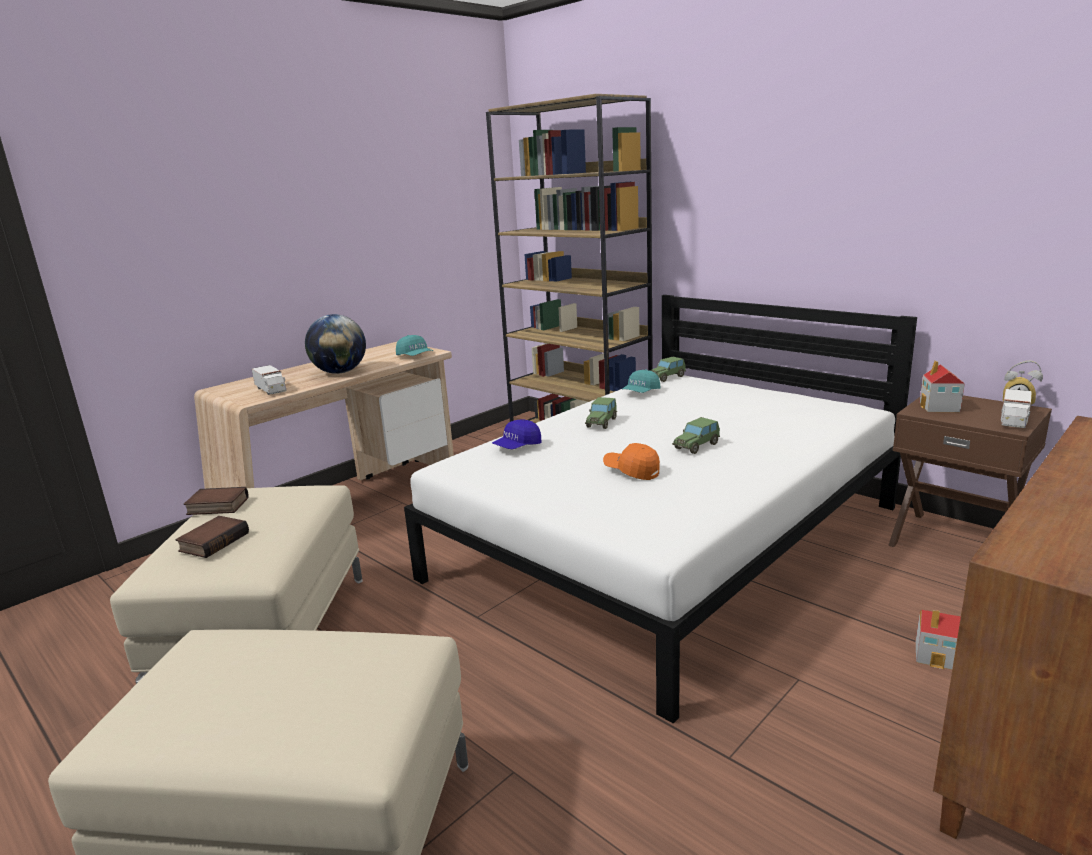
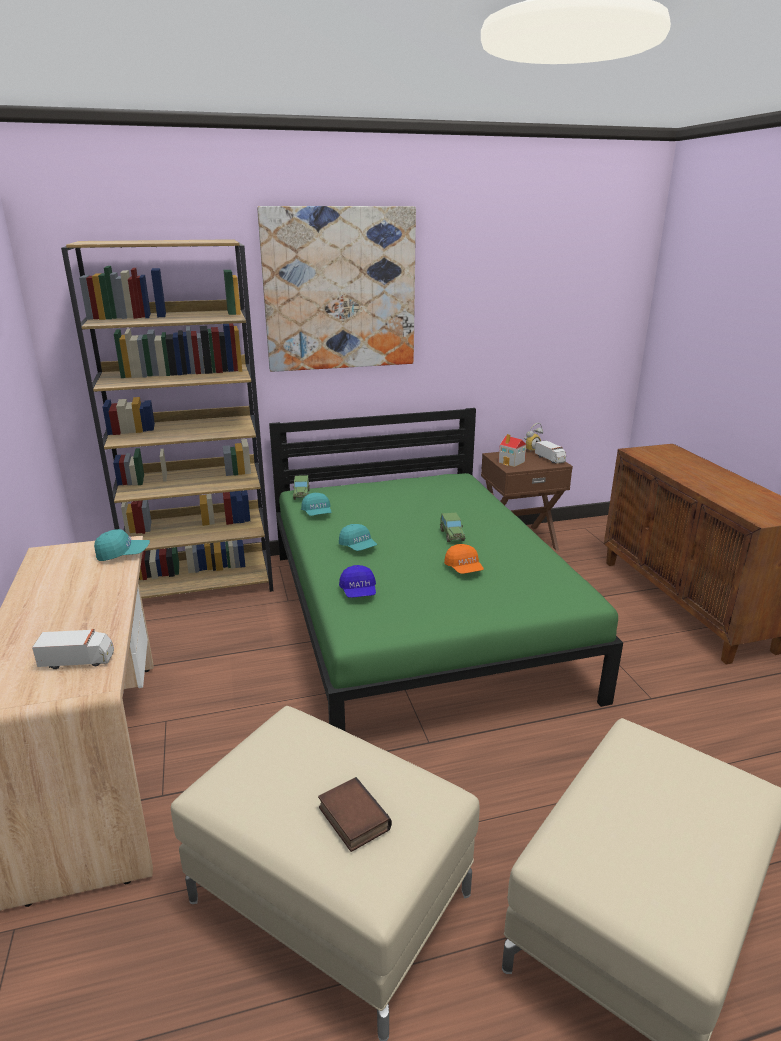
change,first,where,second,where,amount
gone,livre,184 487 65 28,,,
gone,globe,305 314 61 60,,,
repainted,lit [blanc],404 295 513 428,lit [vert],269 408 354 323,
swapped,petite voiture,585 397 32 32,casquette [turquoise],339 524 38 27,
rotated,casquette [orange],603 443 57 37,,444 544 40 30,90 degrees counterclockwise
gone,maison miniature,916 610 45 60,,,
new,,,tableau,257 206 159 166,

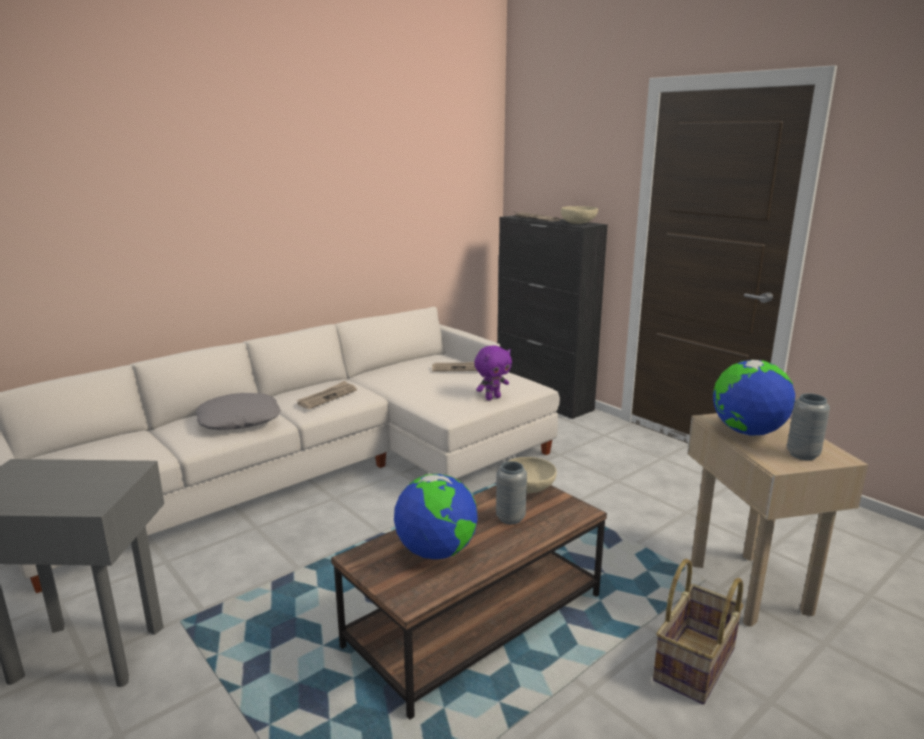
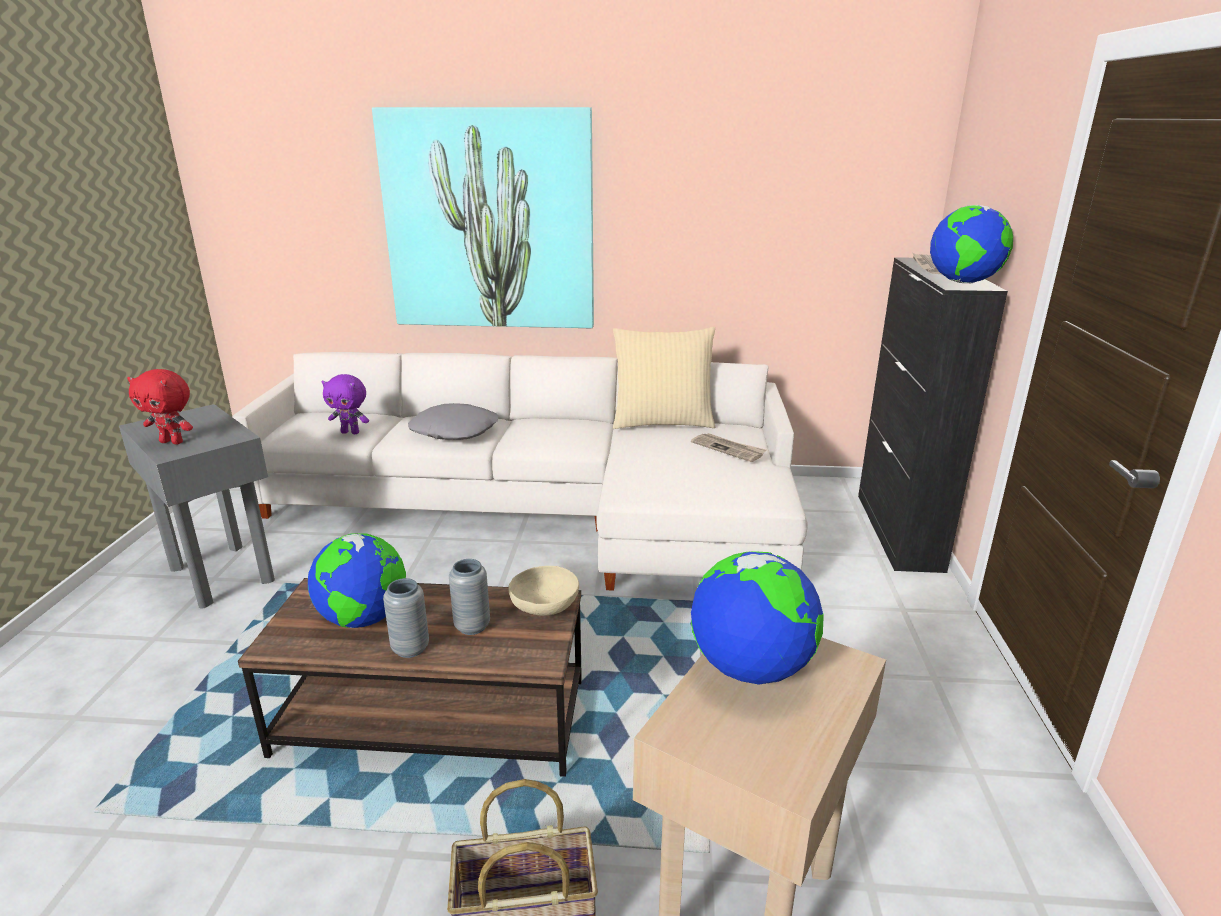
change,first,where,second,where,amount
gone,journal,297 381 60 28,,,
shifted,peluche [violet],474 345 38 55,,322 374 47 60,
swapped,bol [beige],561 206 37 18,globe,930 205 83 78,
shifted,vase [gris],787 393 43 67,,383 578 46 80,
new,,,peluche [rouge],127 369 66 75,
new,,,tableau,372 107 222 221,
new,,,coussin [beige],613 327 102 102,

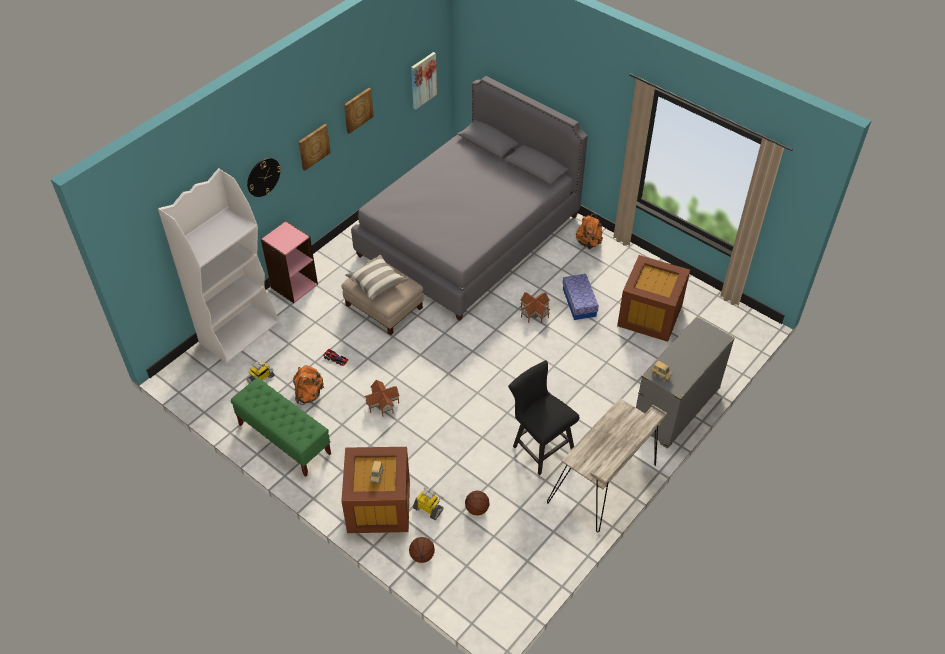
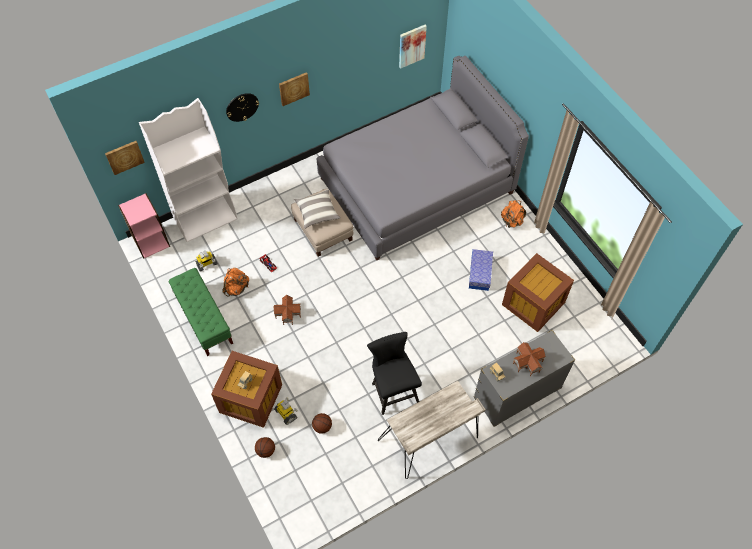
change,first,where,second,where,amount
shifted,bibliothèque [rose],261 221 57 82,,118 193 52 66,
shifted,tableau,344 88 30 46,,105 141 40 34,
shifted,maison miniature,520 292 30 31,,513 342 33 34,

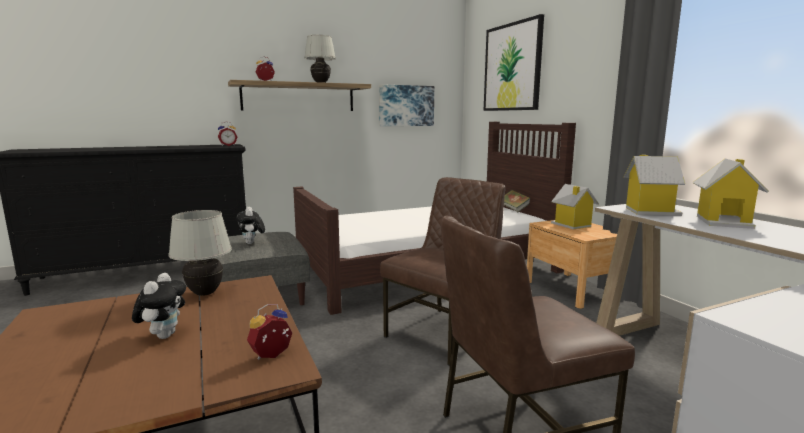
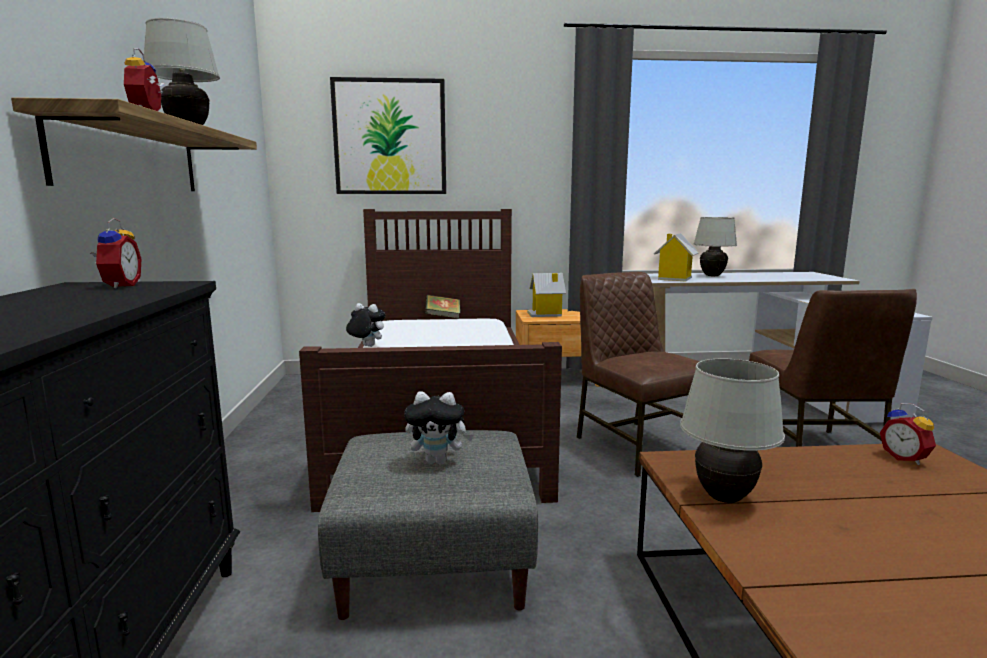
change,first,where,second,where,amount
shifted,peluche,132 273 54 66,,346 303 40 44,
gone,tableau,379 84 55 42,,,
swapped,maison miniature,692 159 77 70,lampe de table [blanc],693 217 44 59,

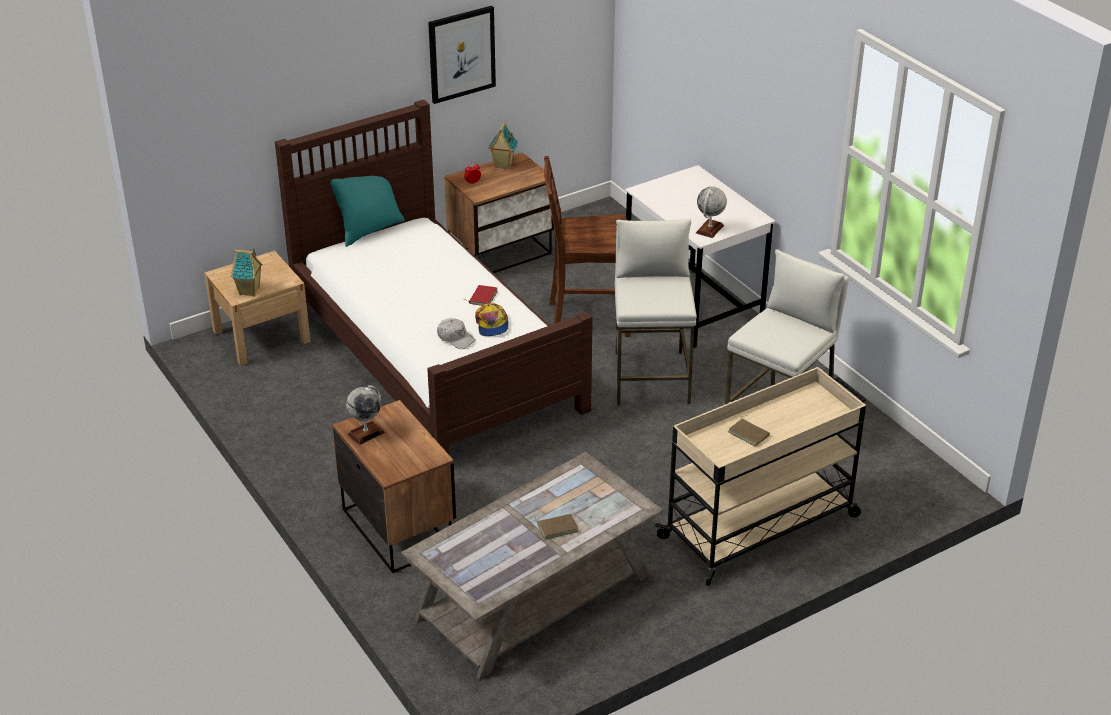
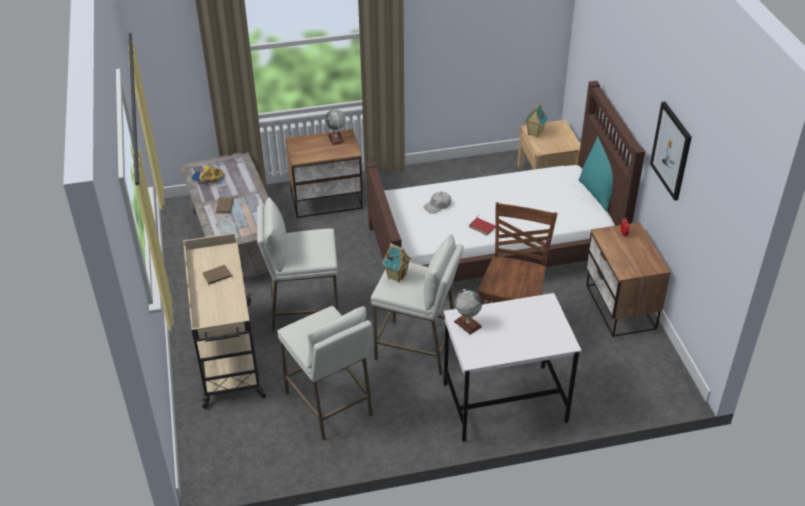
change,first,where,second,where,amount
shifted,casquette,475 303 33 33,,192 166 33 17,
shifted,maison miniature,488 121 30 49,,382 243 29 40,
new,,,tabouret [blanc],257 197 82 136,

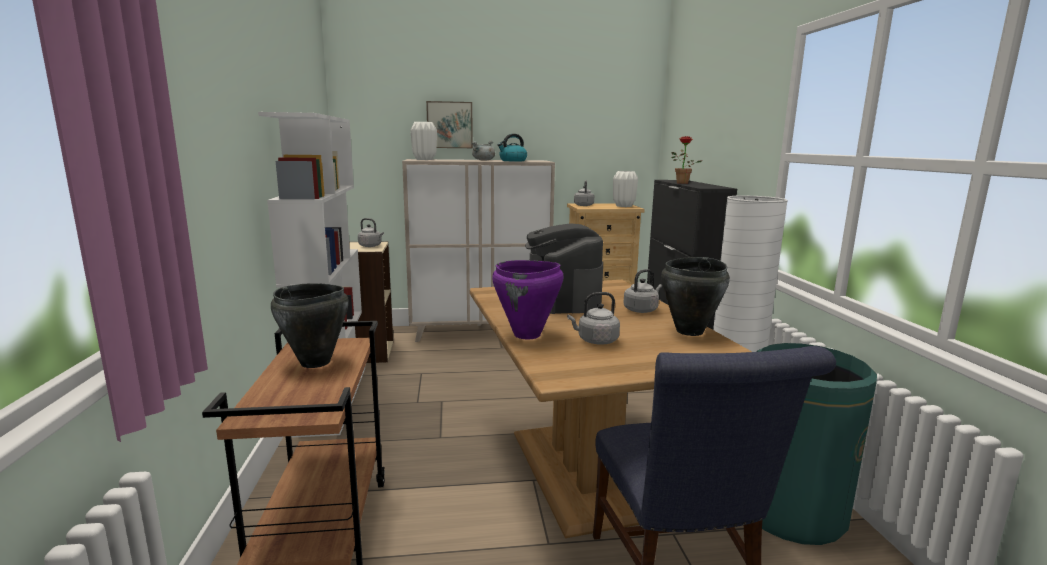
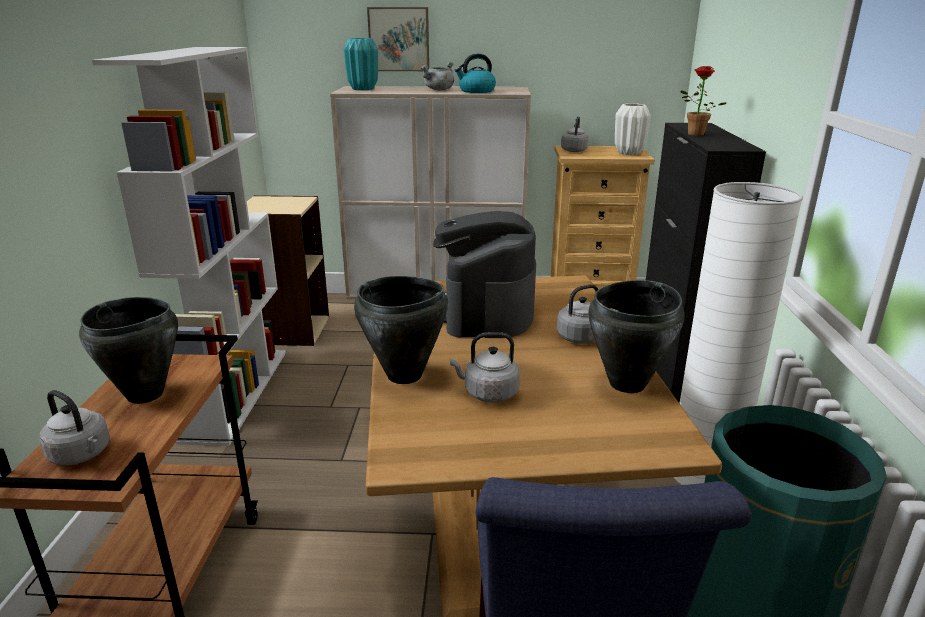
change,first,where,second,where,amount
shifted,bouilloire [gris],358 218 26 29,,39 390 71 75,
repainted,vase [blanc],410 122 27 38,vase [turquoise],344 38 34 52,
repainted,marmite [violet],492 260 72 79,marmite [noir],354 276 95 108,

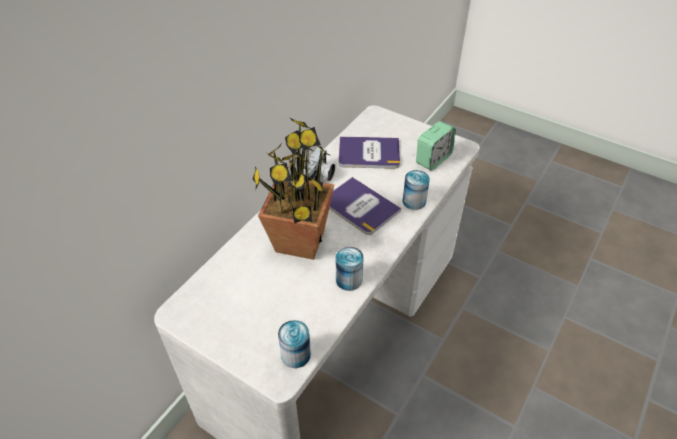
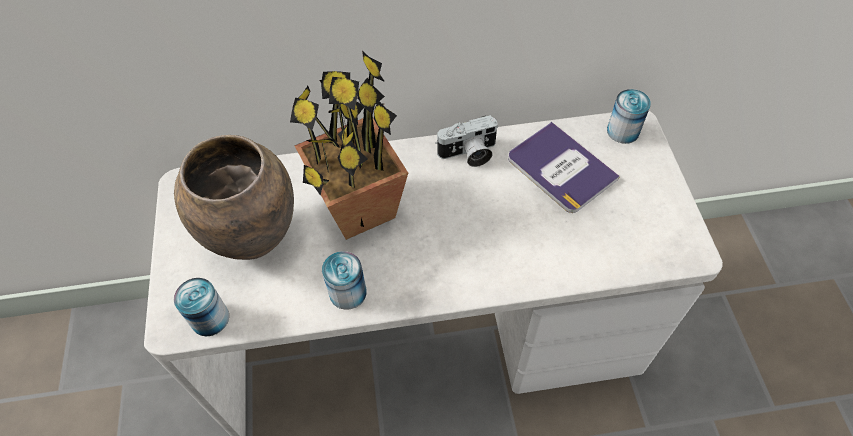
change,first,where,second,where,amount
gone,livre,329 177 72 58,,,
shifted,boîte métallique,403 170 27 40,,607 89 44 55,
gone,réveil,416 121 40 50,,,
new,,,vase [marron],174 135 120 125,

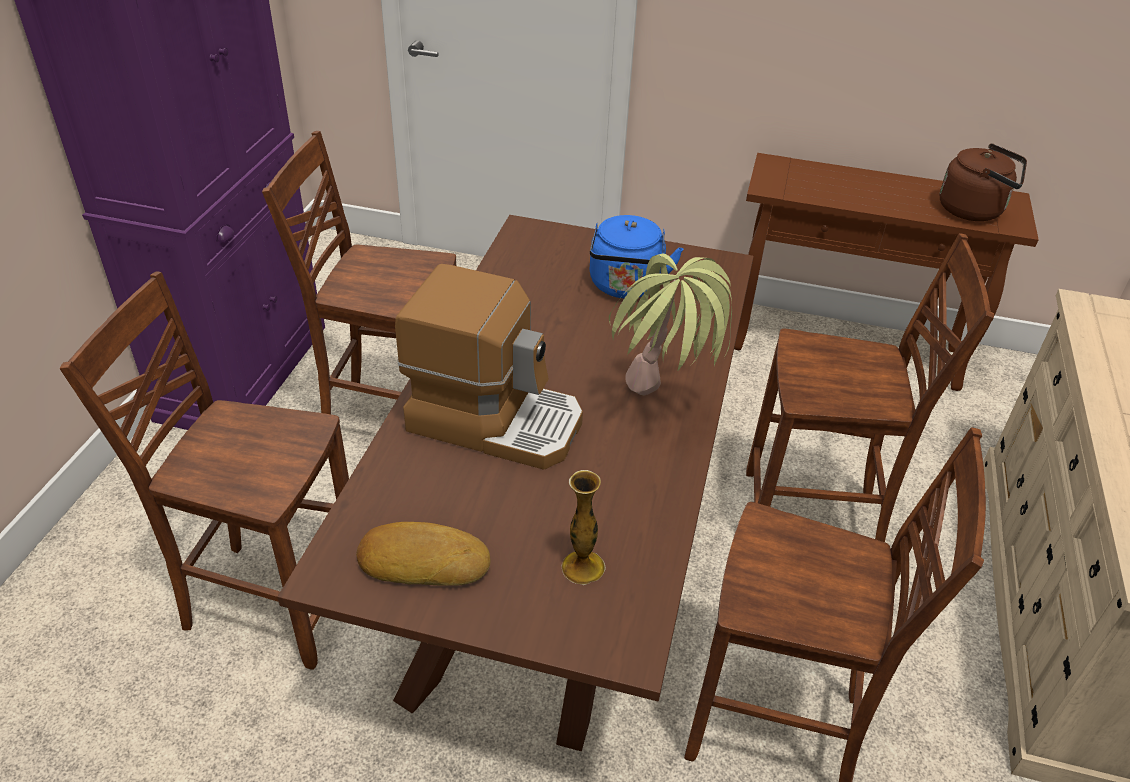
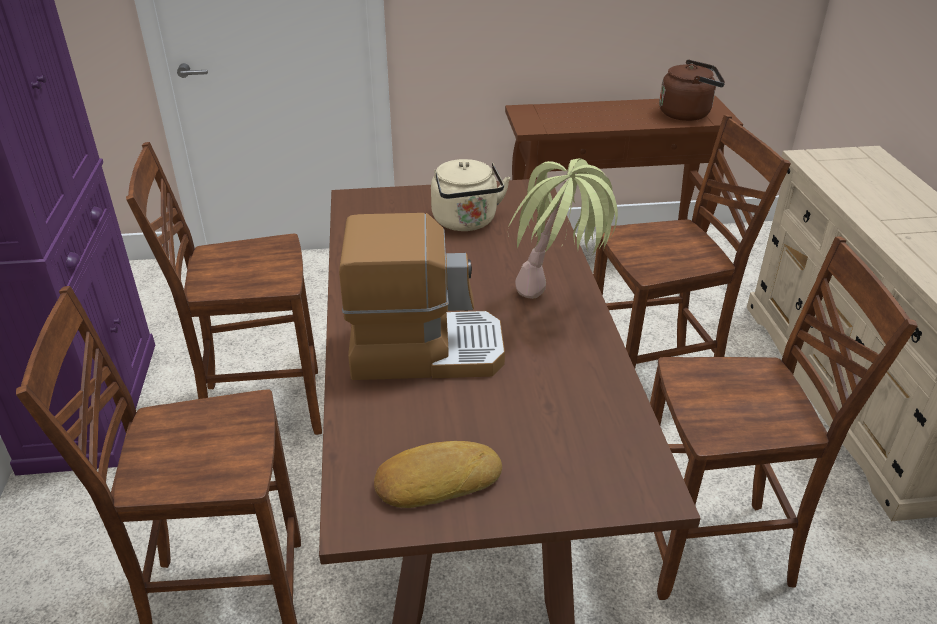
change,first,where,second,where,amount
gone,vase,561 470 45 115,,,
repainted,bouilloire [bleu],590 215 93 83,bouilloire [beige],431 159 79 72,

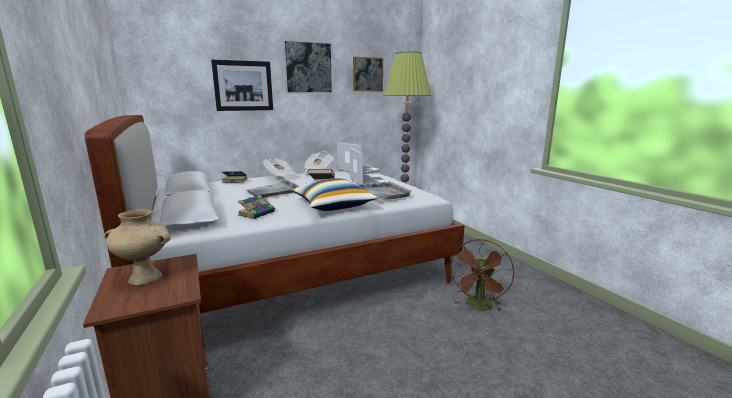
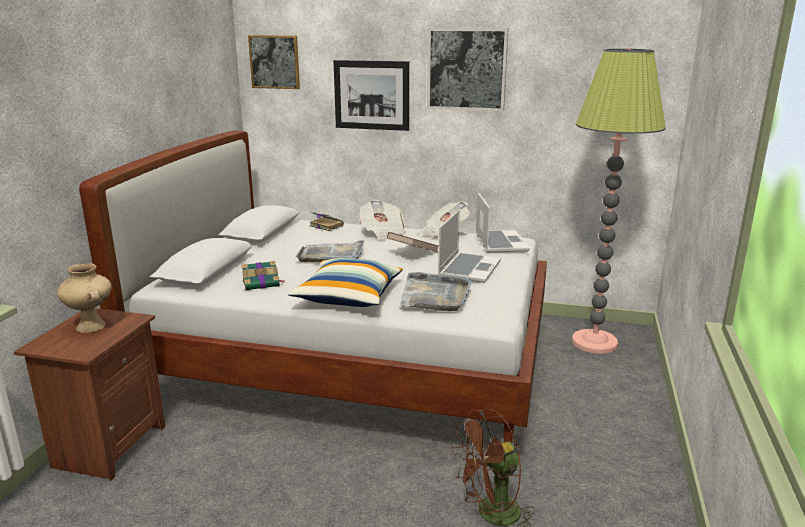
change,first,where,second,where,amount
shifted,tableau,353 57 30 34,,248 35 52 54,

